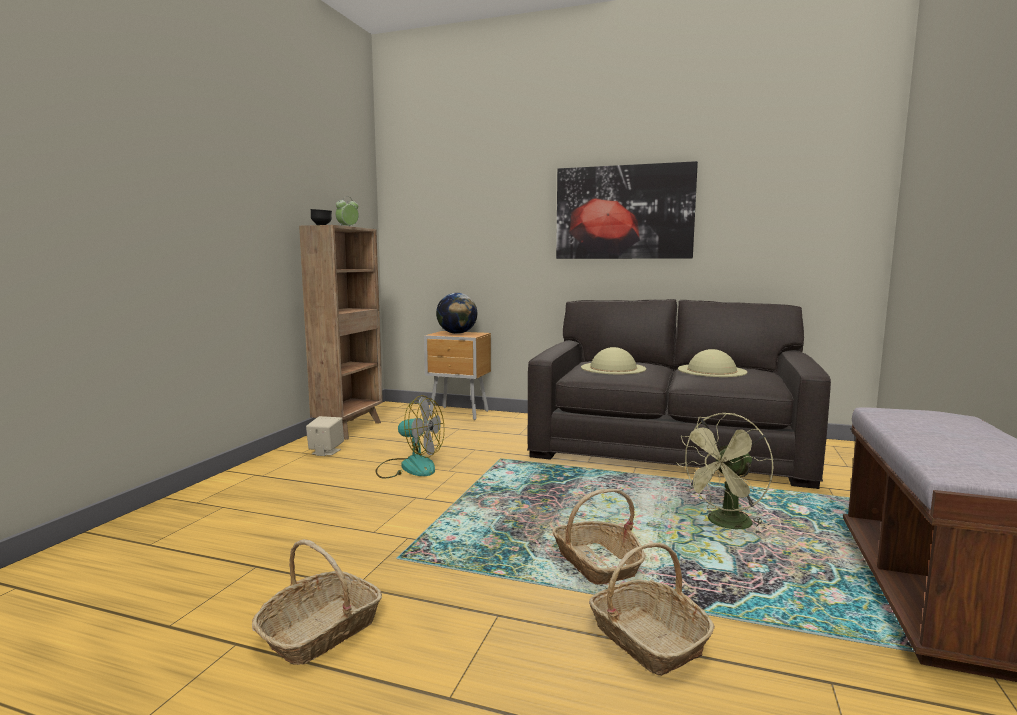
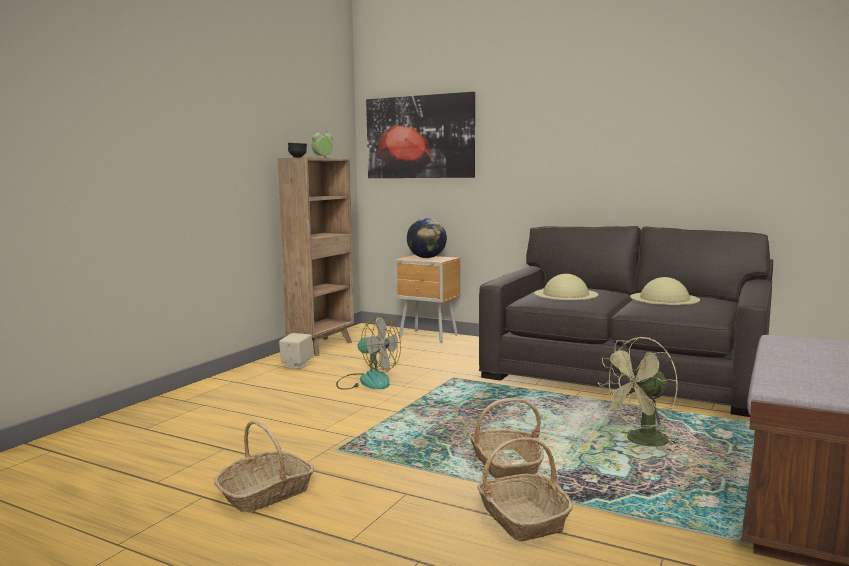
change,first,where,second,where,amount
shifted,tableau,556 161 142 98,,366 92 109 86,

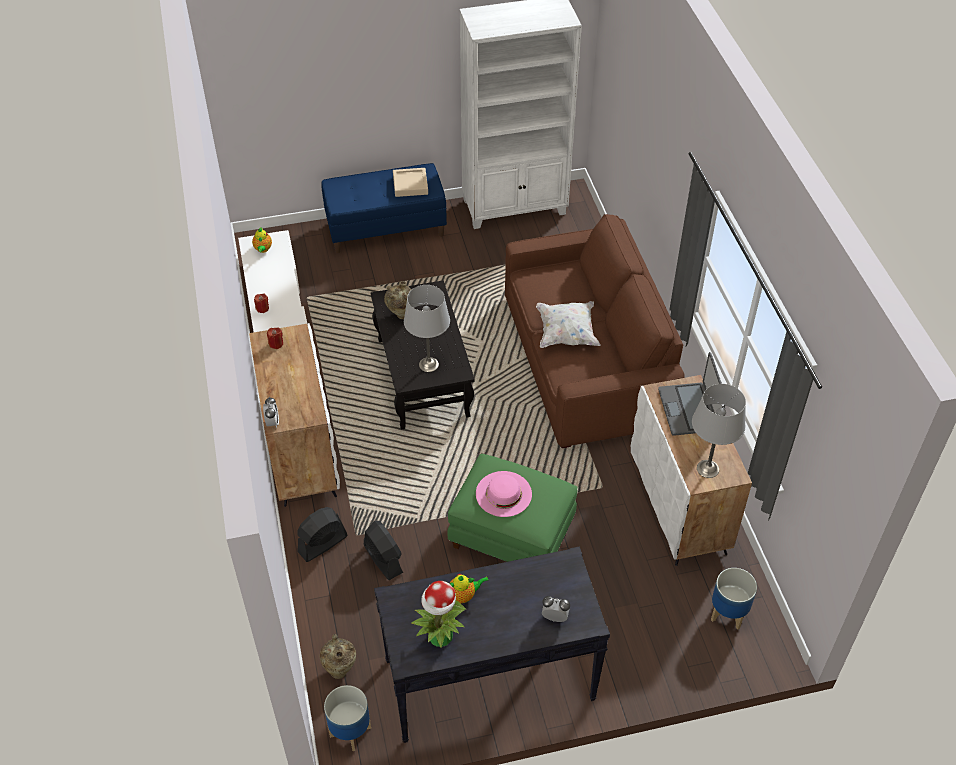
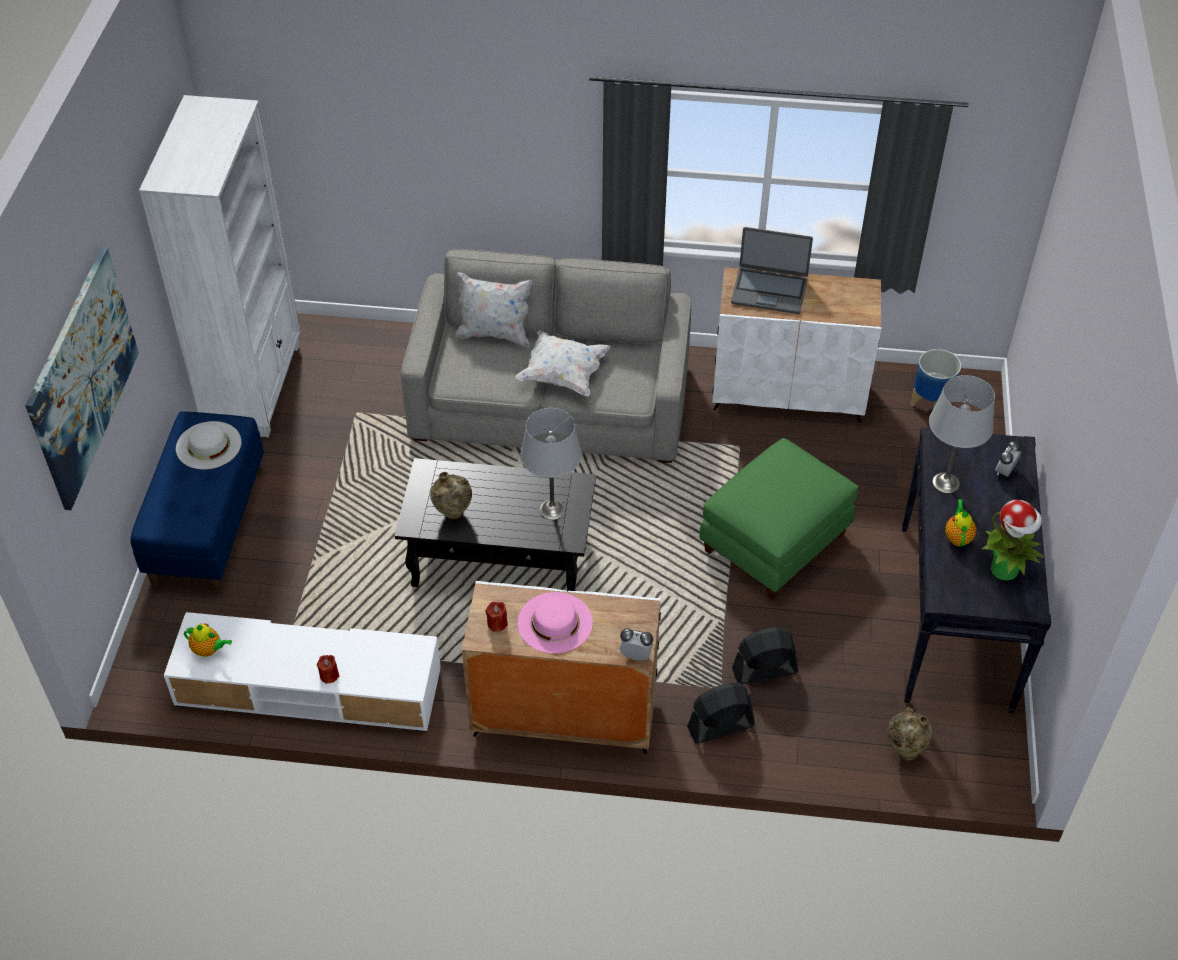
change,first,where,second,where,amount
rotated,ventilateur [noir],297 507 51 55,,687 683 68 60,90 degrees clockwise
gone,cache-pot,324 685 47 66,,,
swapped,plateau [beige],393 168 35 29,chapeau [blanc],176 421 65 48,
shifted,chapeau [rose],476 471 56 46,,517 592 76 62,
repainted,canapé [marron],505 214 180 234,canapé [gris],401 249 290 214,
shifted,lampe de table [gris],692 384 54 94,,929 375 66 118,
new,,,tableau,25 247 114 263,
new,,,coussin [blanc],455 272 77 76,

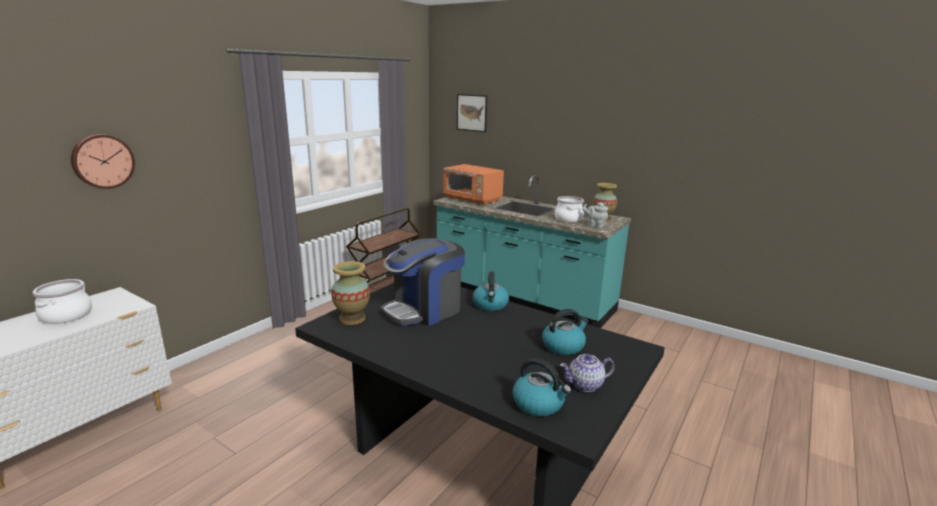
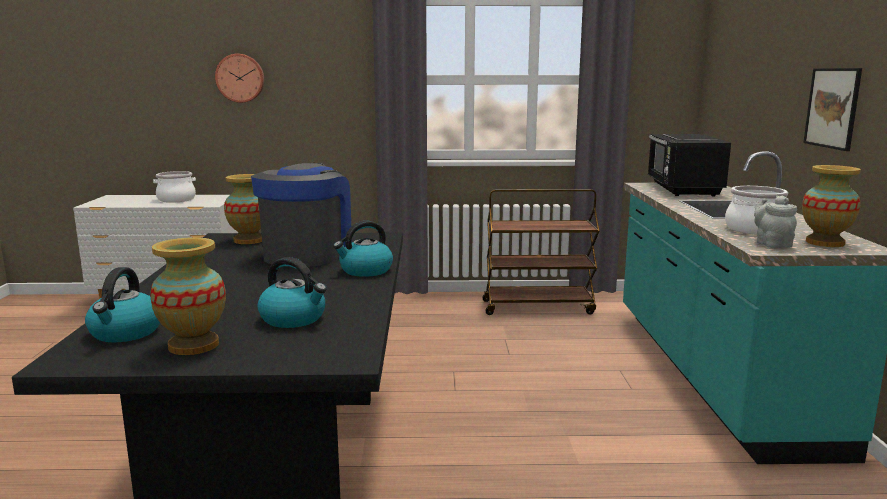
change,first,where,second,where,amount
rotated,machine à café,381 238 84 88,,251 163 101 104,90 degrees clockwise
repainted,micro-ondes [orange],443 164 61 41,micro-ondes [noir],648 134 83 62,
shifted,tableau,457 94 30 38,,803 68 59 83,
swapped,théière,560 354 55 38,vase,151 237 75 118,

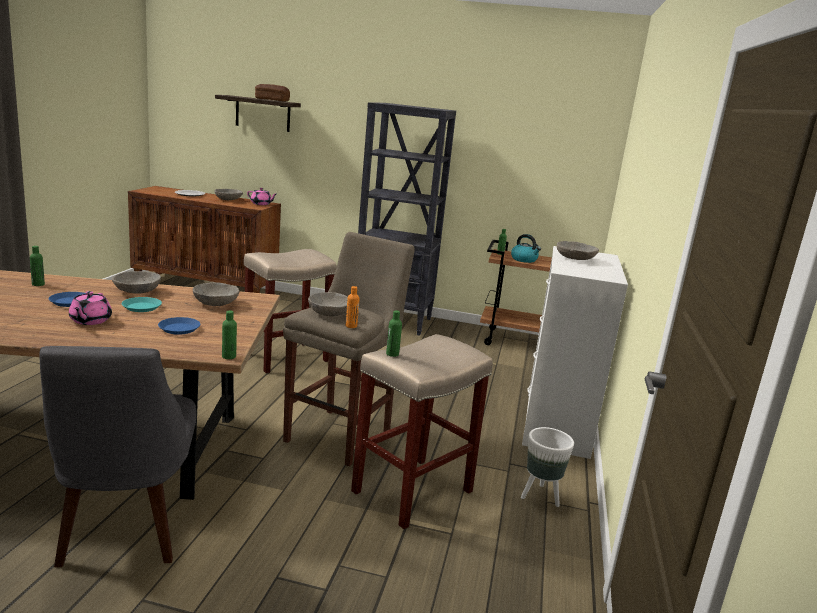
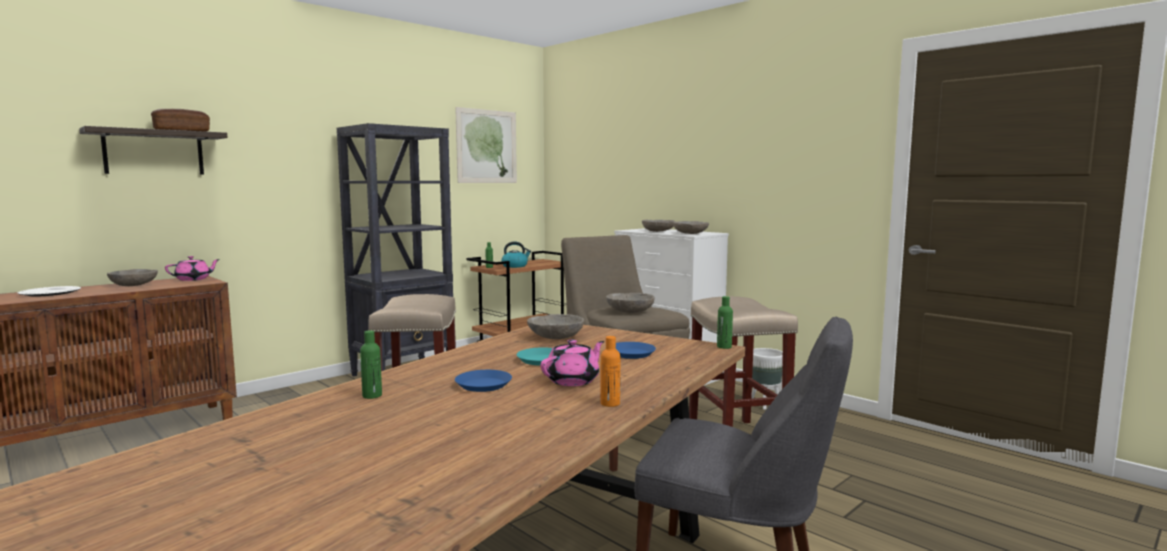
change,first,where,second,where,amount
rotated,théière [rose],69 291 43 34,,541 340 63 46,75 degrees counterclockwise
shifted,bol [gris],112 271 49 23,,673 221 36 13,
shifted,bouteille [orange],346 286 13 42,,600 336 20 71,
gone,bouteille [vert],386 310 16 47,,,
new,,,tableau,455 107 62 76,

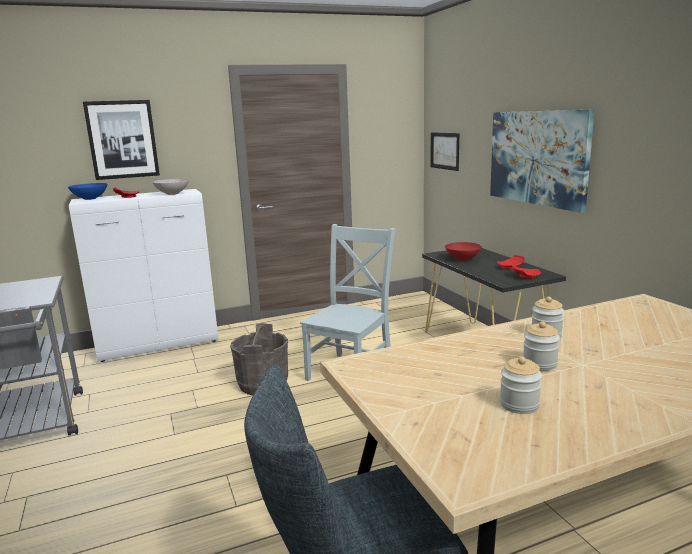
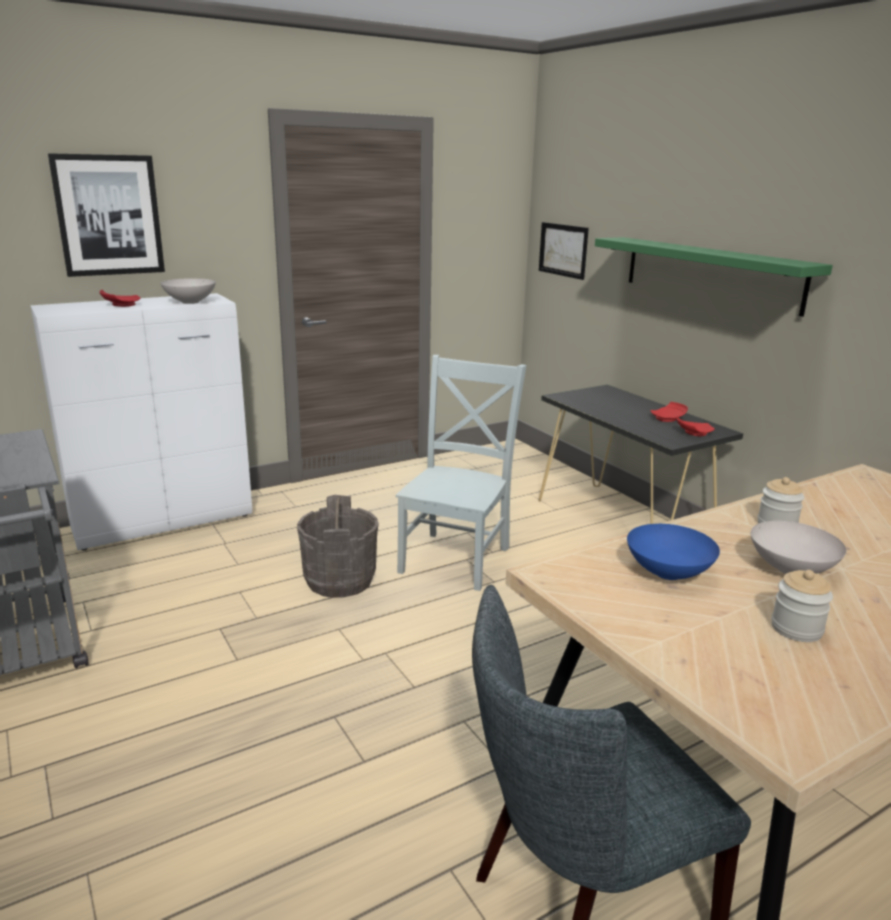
change,first,where,second,where,amount
shifted,bol [bleu],68 183 39 17,,627 524 93 56,
gone,bol [rouge],445 242 37 19,,,
swapped,tableau,490 109 105 104,étagère [vert],595 237 238 80,
swapped,bocal,523 322 37 49,bol [blanc],751 521 95 53,

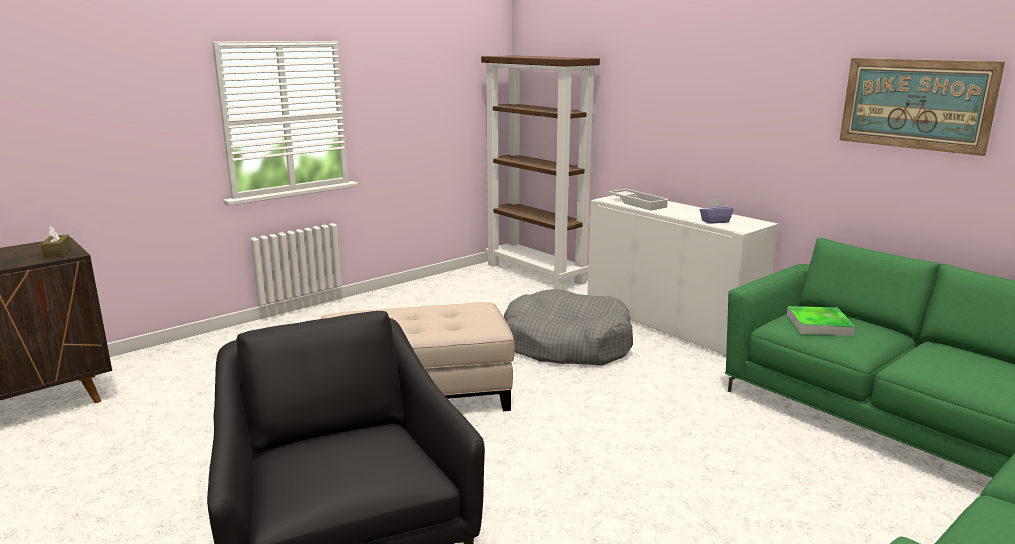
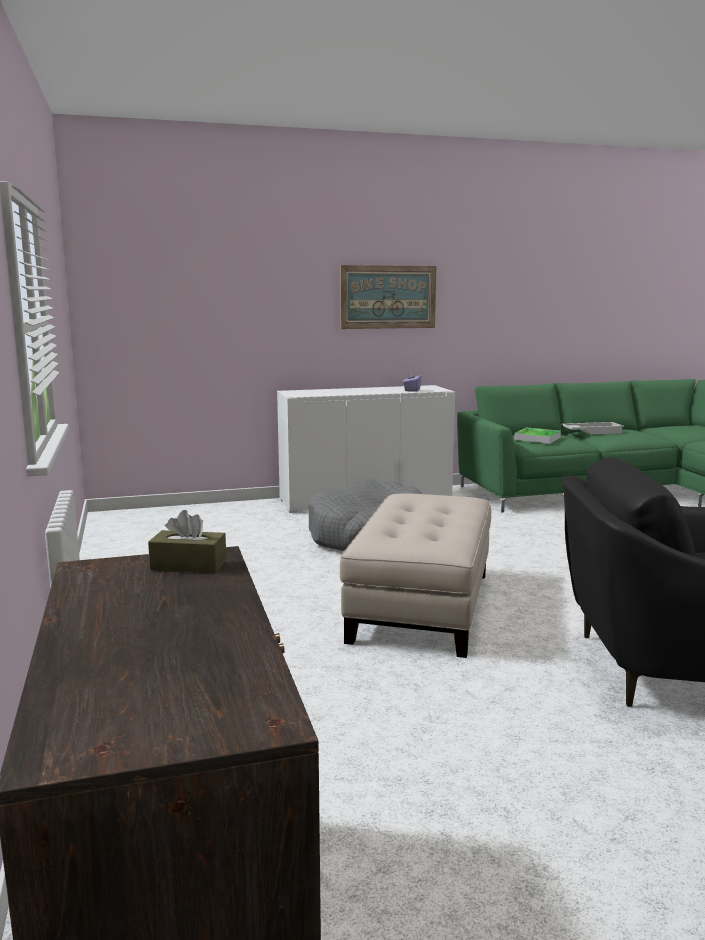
change,first,where,second,where,amount
gone,bibliothèque [marron],481 55 119 235,,,
shifted,plateau [blanc],608 189 62 22,,562 422 62 12,
shifted,tableau,840 58 165 98,,340 265 96 64,

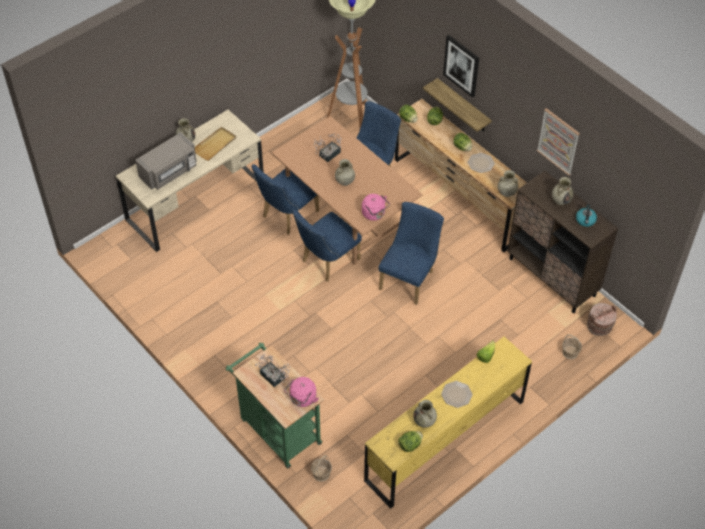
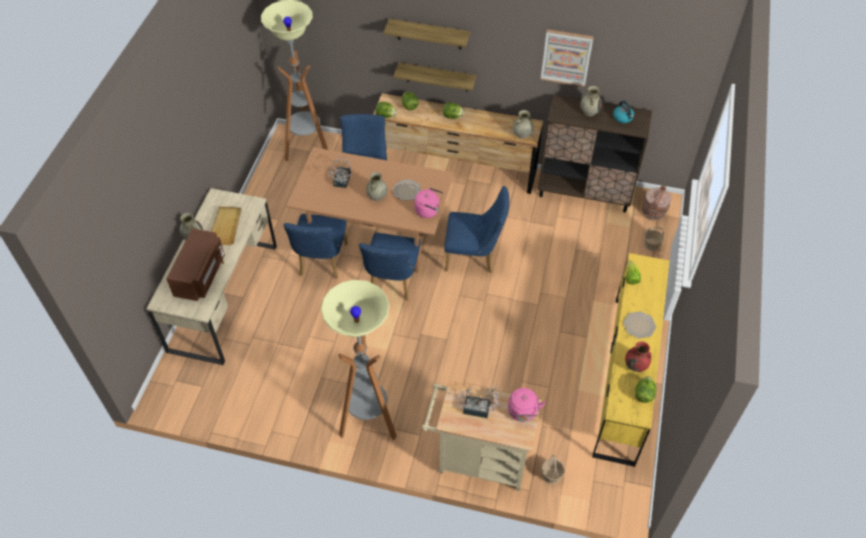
change,first,where,second,where,amount
repainted,micro-ondes [gris],135 132 62 57,micro-ondes [marron],166 228 59 73,
repainted,chariot [vert],226 342 98 127,chariot [beige],422 380 120 111,
rotated,chaise [bleu],379 202 65 103,,444 186 66 87,105 degrees clockwise
repainted,vase [beige],413 400 24 28,vase [rouge],625 342 27 30,
swapped,tableau,443 35 36 63,étagère,383 19 88 30,
shifted,assiette,468 153 27 20,,393 179 28 22,
new,,,lampadaire,321 280 76 160,

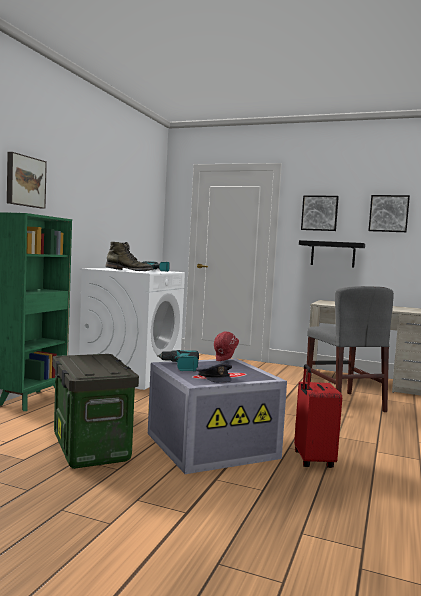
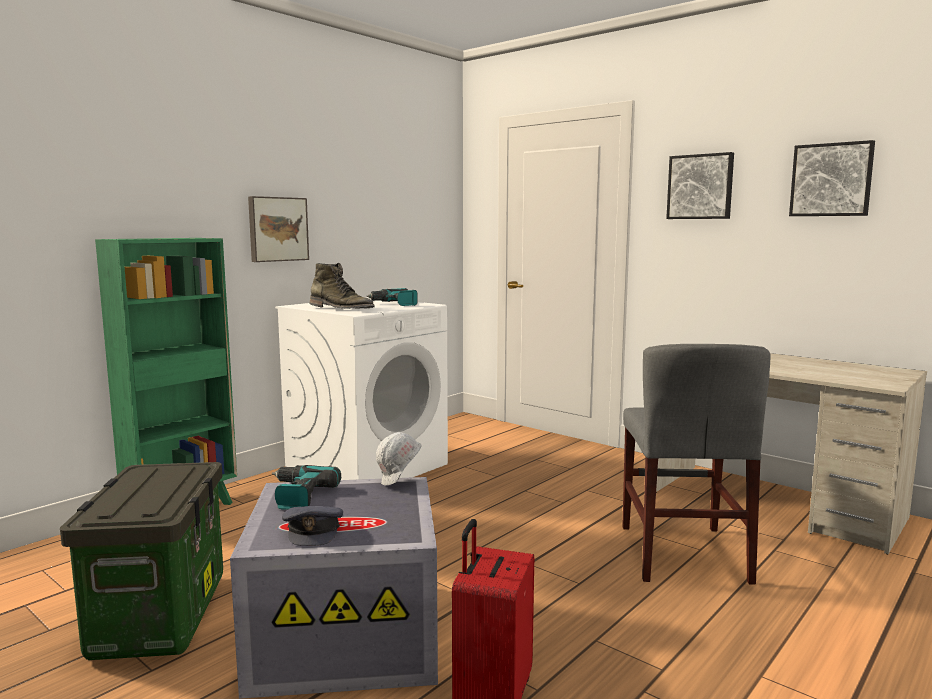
change,first,where,second,where,amount
shifted,tableau,7 152 40 57,,248 196 61 66,
repainted,casque de chantier [rouge],214 332 25 29,casque de chantier [blanc],376 432 46 54,
gone,étagère [noir],299 240 66 28,,,

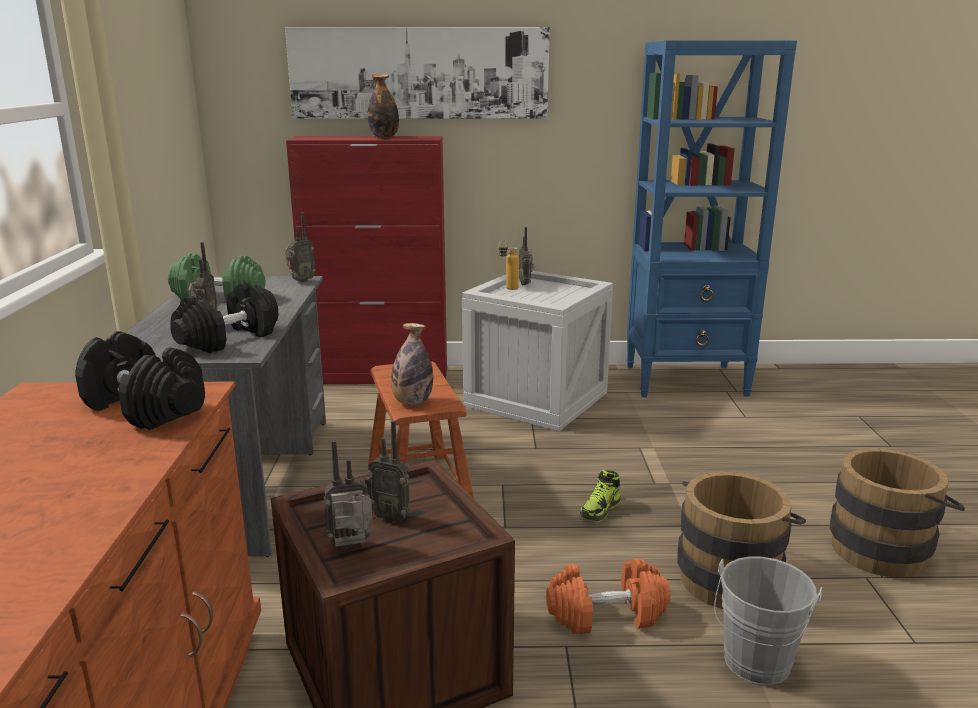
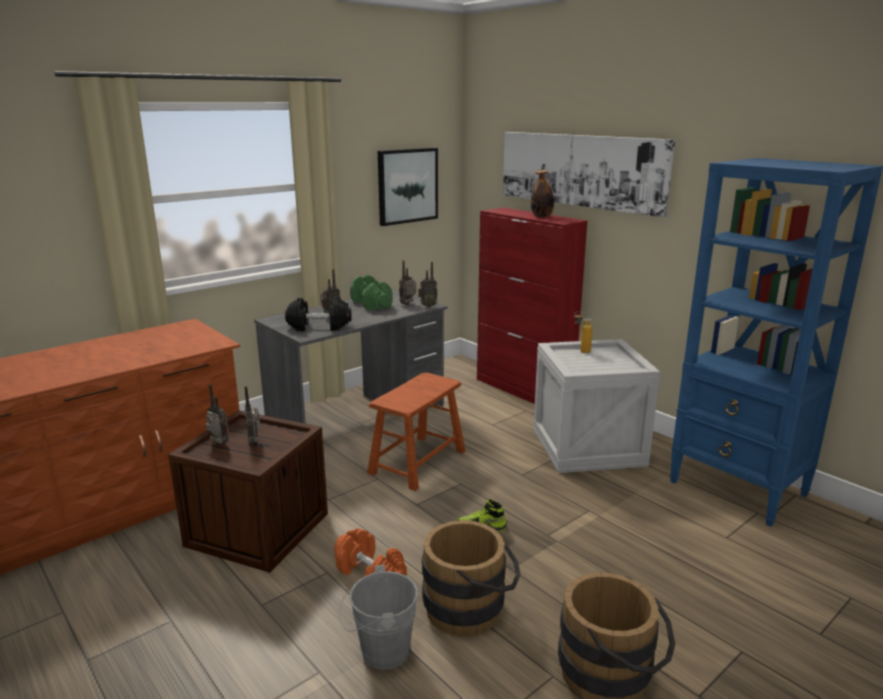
change,first,where,second,where,amount
gone,haltère [noir],75 331 130 99,,,
gone,bouteille,391 323 42 82,,,
shifted,radio,519 227 16 58,,399 260 17 45,
new,,,tableau,378 148 60 78,

